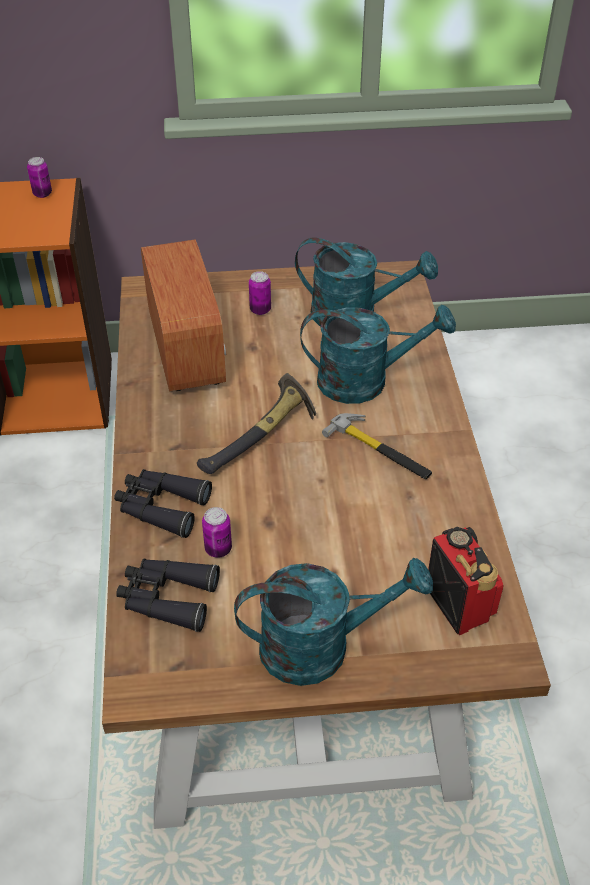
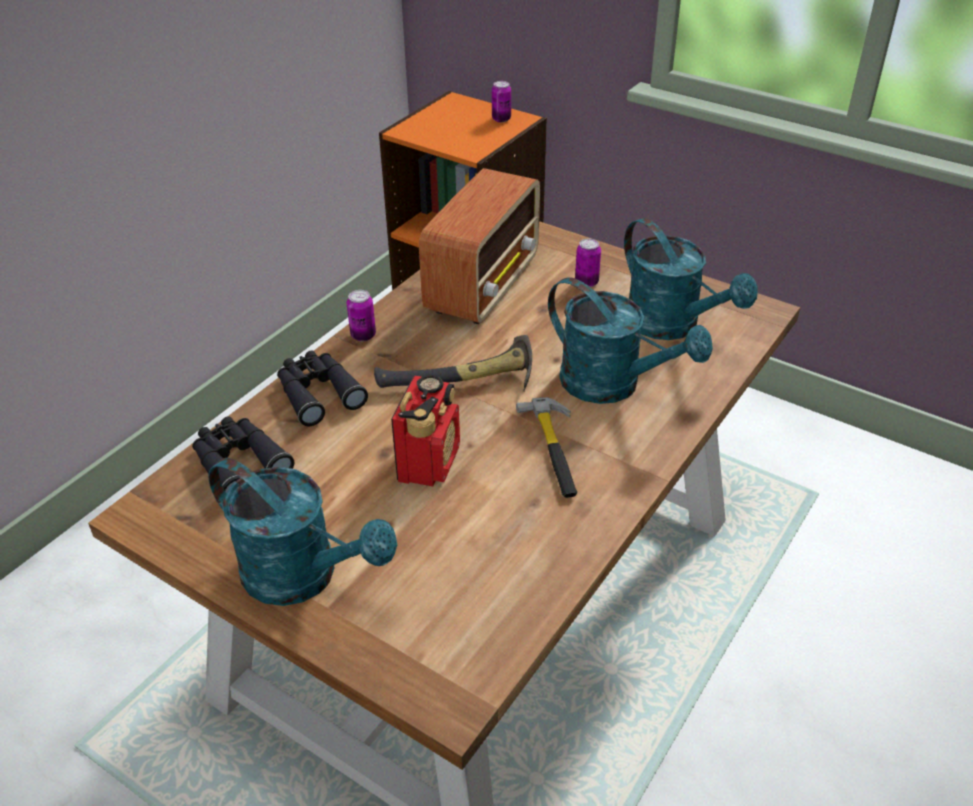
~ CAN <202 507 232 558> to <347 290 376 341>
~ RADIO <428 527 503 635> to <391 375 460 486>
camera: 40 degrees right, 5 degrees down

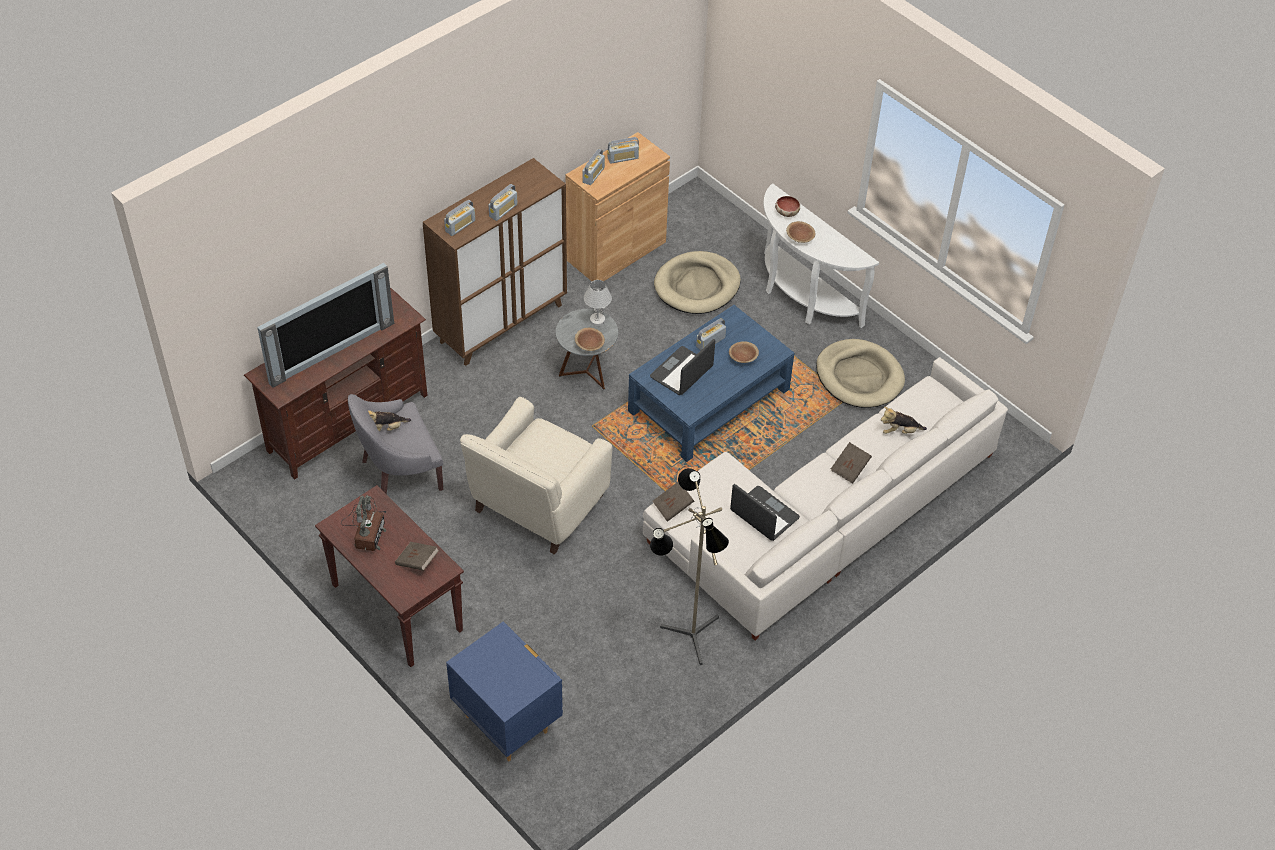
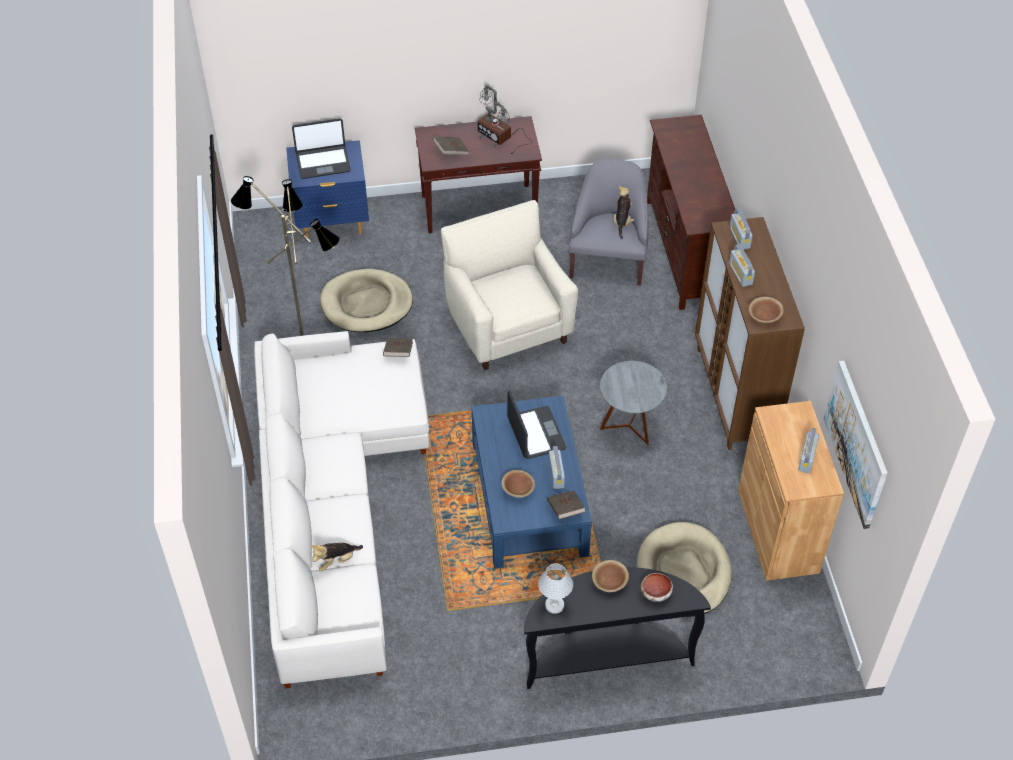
- TELEVISION <257 263 394 388>
~ BROWN BOWL <575 328 605 351> to <749 297 784 323>
- RADIO <582 149 605 185>
~ WHITE TABLE LAMP <584 280 612 326> to <538 563 573 614>
~ LAPTOP <730 484 800 541> to <292 118 351 179>
~ WHITE CONSOLE TABLE <764 183 879 328> to BLACK CONSOLE TABLE <524 567 711 689>
~ BEIGE DOG BED <816 339 905 408> to <320 269 413 332>
~ BROWN BOOK <831 442 872 484> to <547 490 586 519>
~ PLUSH TOY <881 407 927 434> = <311 543 363 572> 150 degrees counterclockwise
+ PICTURE <824 361 888 529>
camera: 125 degrees right, 0 degrees up

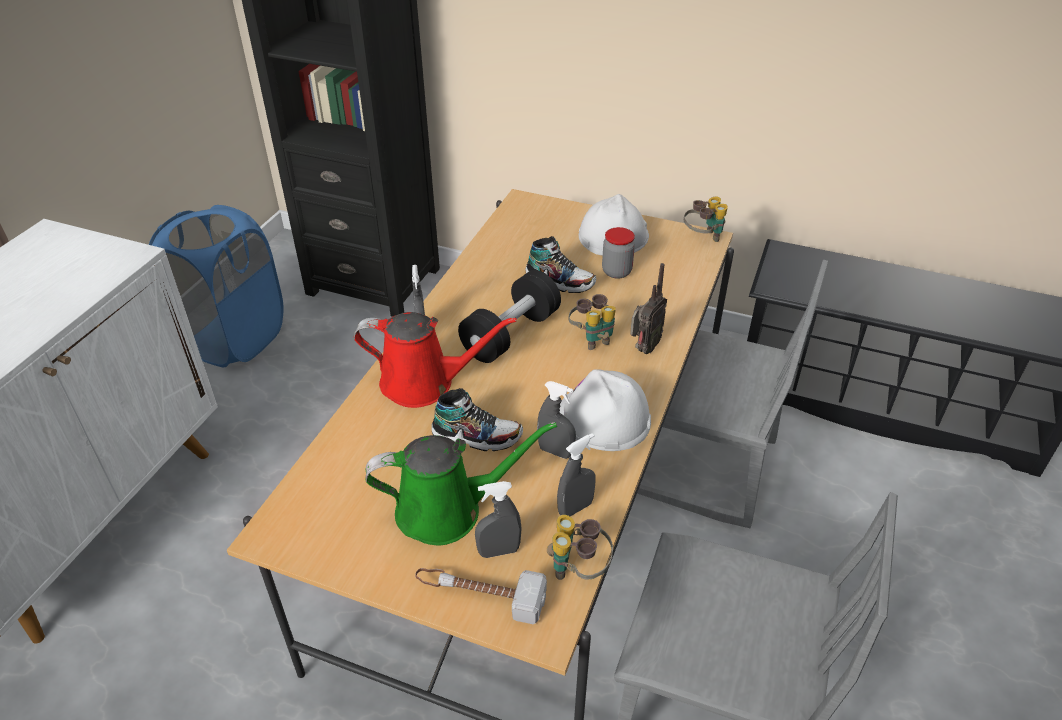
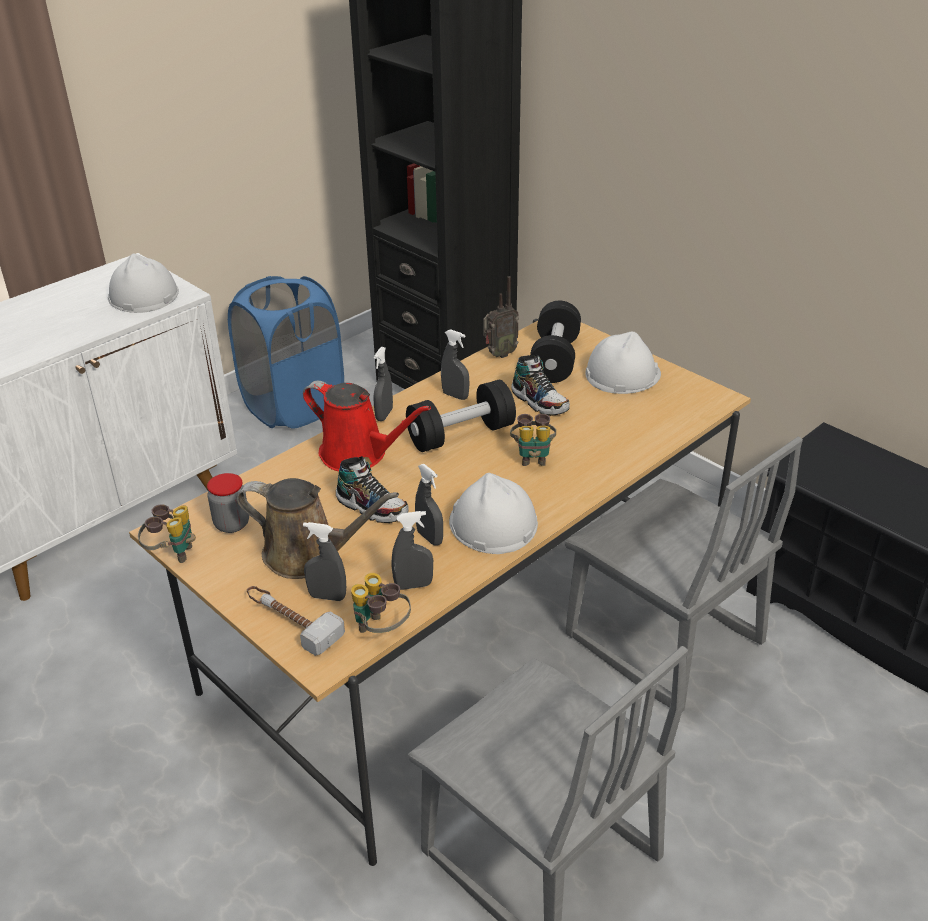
~ GREEN WATERING CAN <365 422 557 545> to BROWN WATERING CAN <237 478 399 579>
~ JAR <602 227 635 279> to <207 473 249 533>
~ RADIO <630 263 667 354> to <483 276 519 358>
~ BINOCULARS <684 197 728 242> to <138 504 196 563>
+ WHITE HARD HAT <108 254 179 313>
+ GREY SPRAY BOTTLE <441 329 469 400>
+ BLACK DUMBBELL <530 301 581 383>
camera: 25 degrees right, 5 degrees down

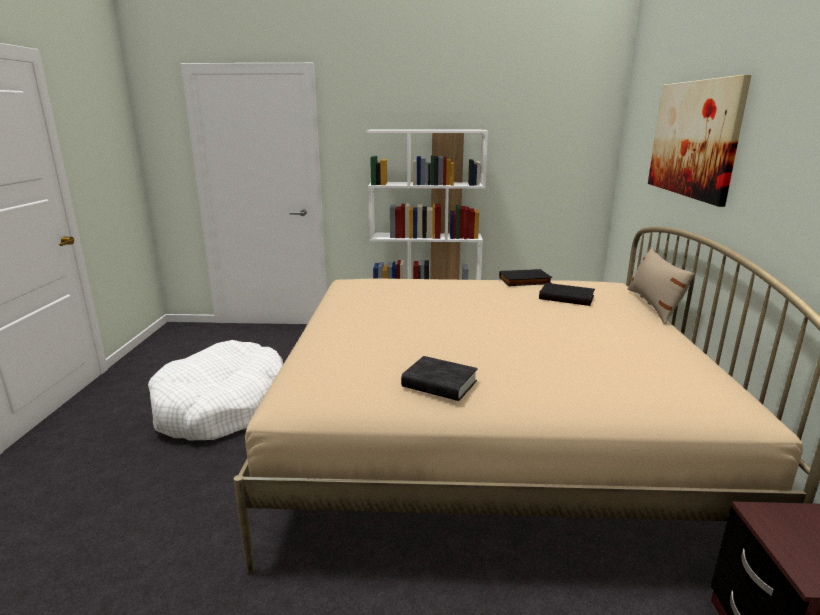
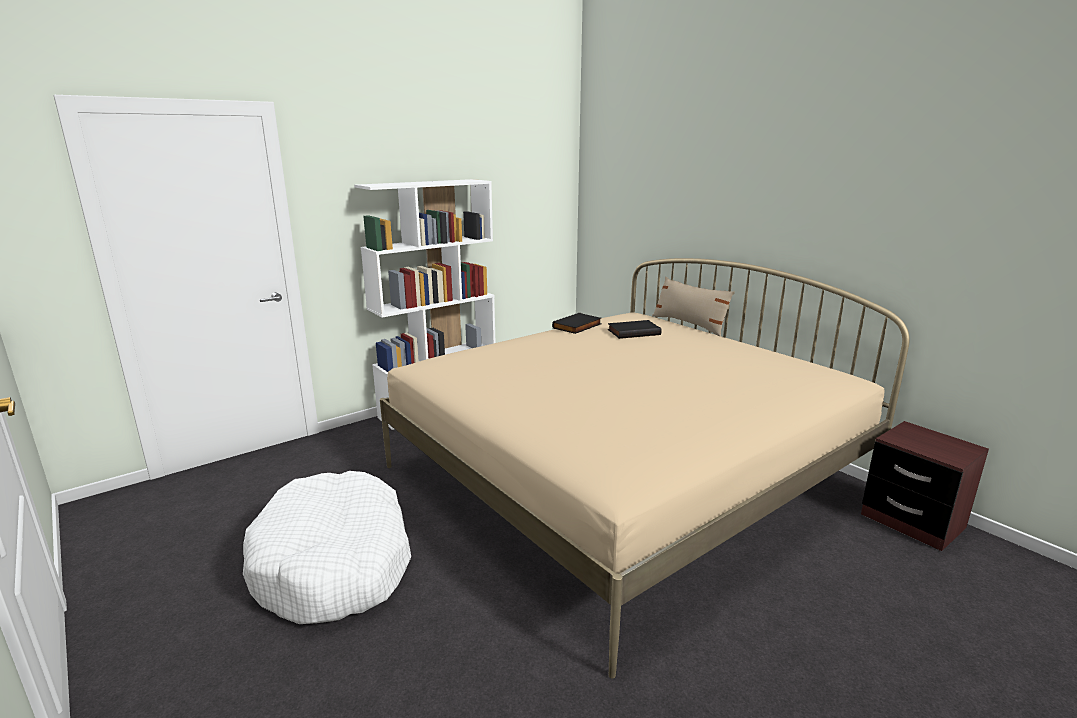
- BLACK BOOK <401 356 478 401>
- PICTURE <648 75 752 207>
camera: 40 degrees left, 0 degrees up

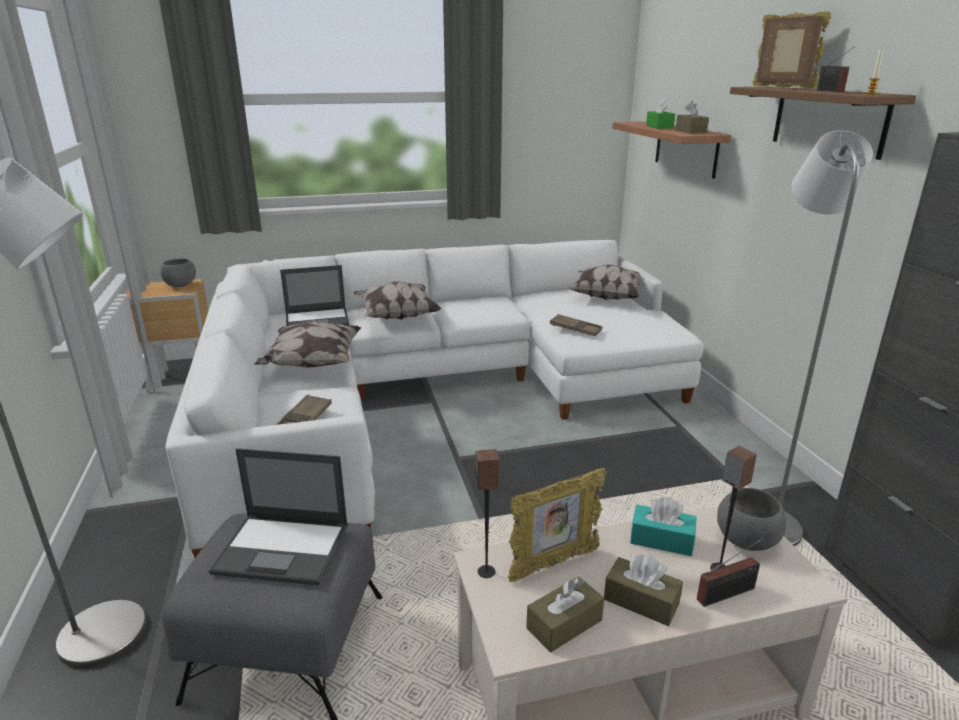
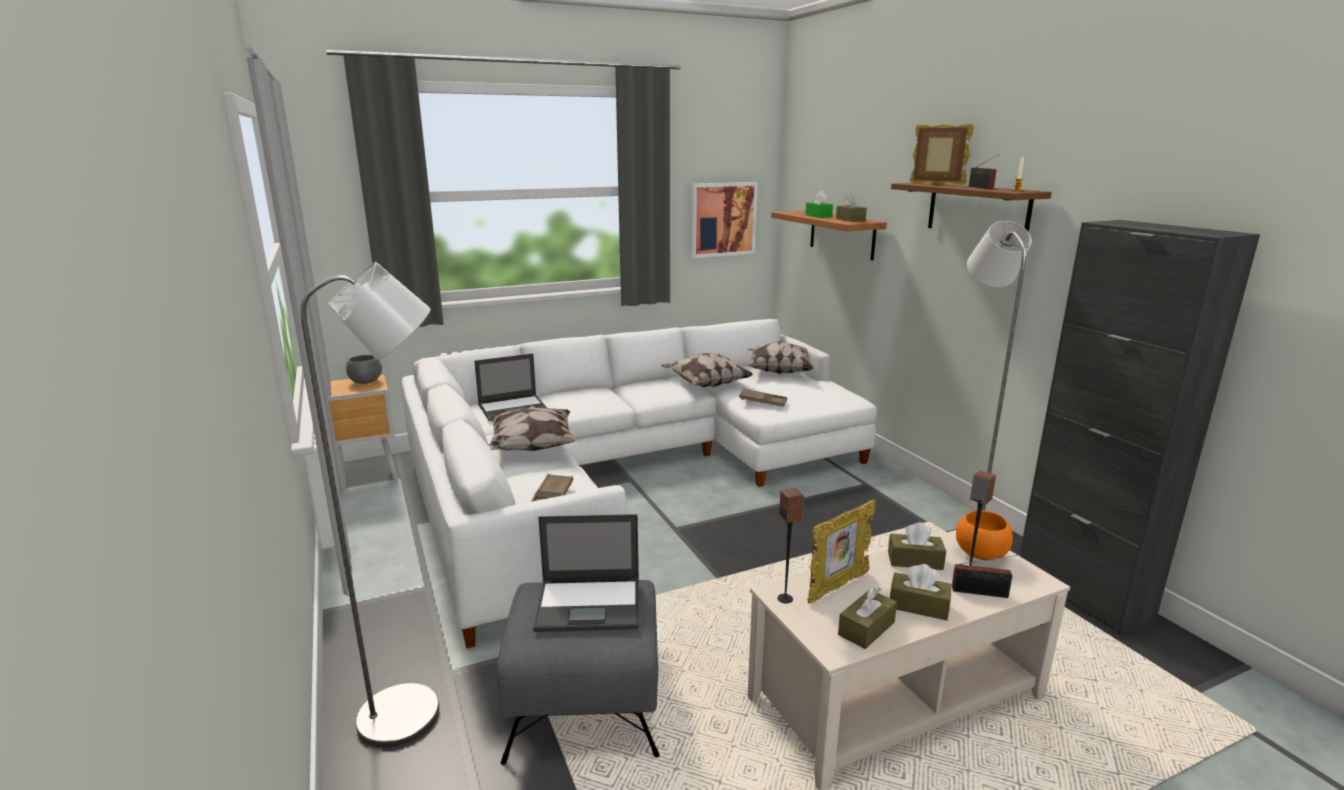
~ PILLOW <353 282 442 320> to <661 353 754 387>
~ TURQUOISE TISSUE BOX <630 497 697 556> to BROWN TISSUE BOX <888 522 946 570>
~ RADIO <697 537 766 607> = <952 554 1021 598> 45 degrees clockwise
~ GREY BOWL <717 488 786 551> to ORANGE BOWL <956 510 1013 560>
+ PICTURE <691 182 758 258>
camera: 10 degrees left, 5 degrees down

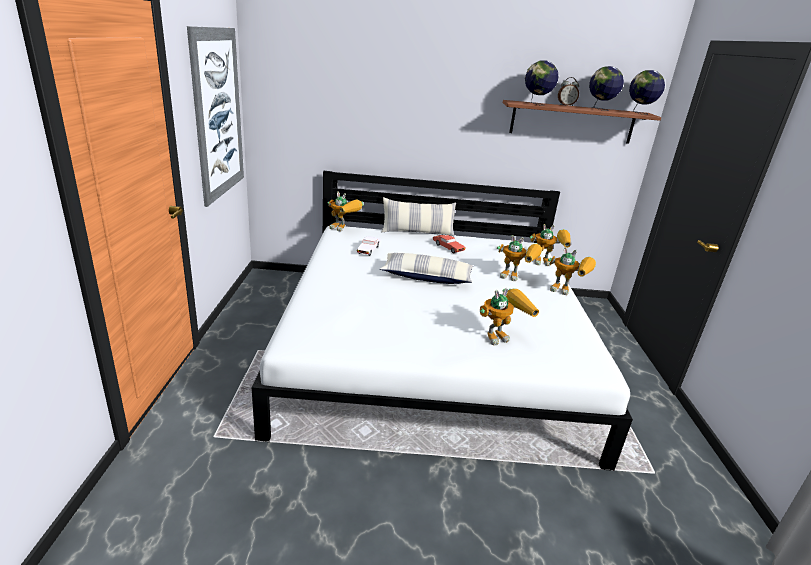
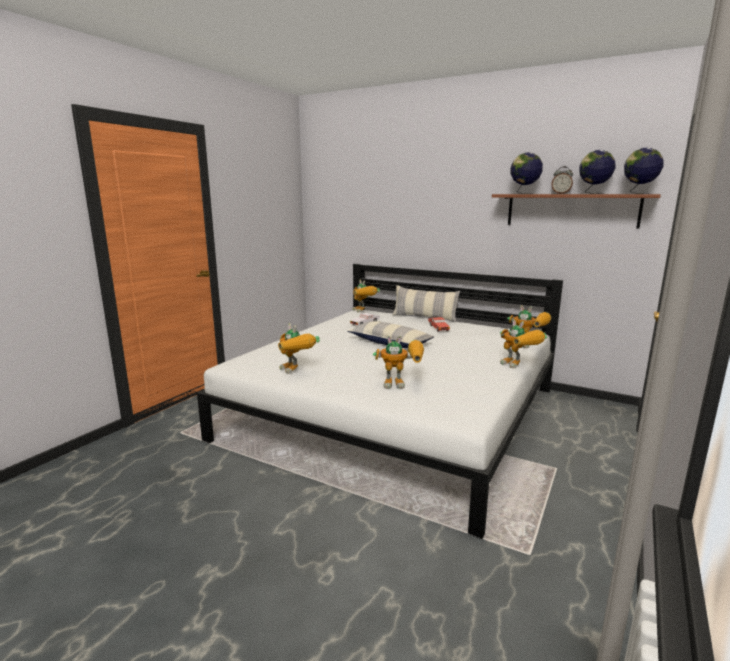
- PICTURE <187 26 244 207>
~ TOY ROBOT <497 235 542 281> to <278 323 320 374>
camera: 30 degrees right, 10 degrees down

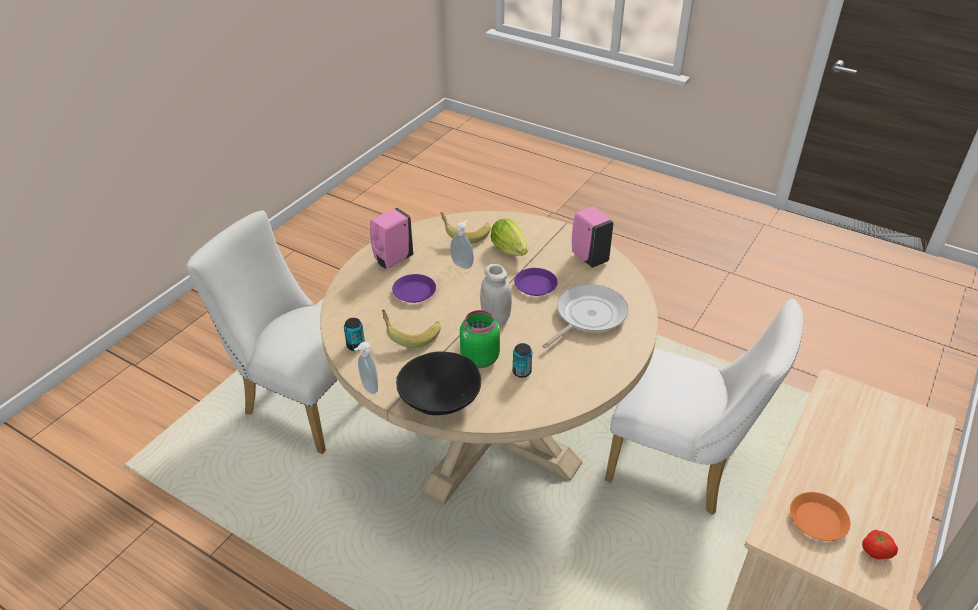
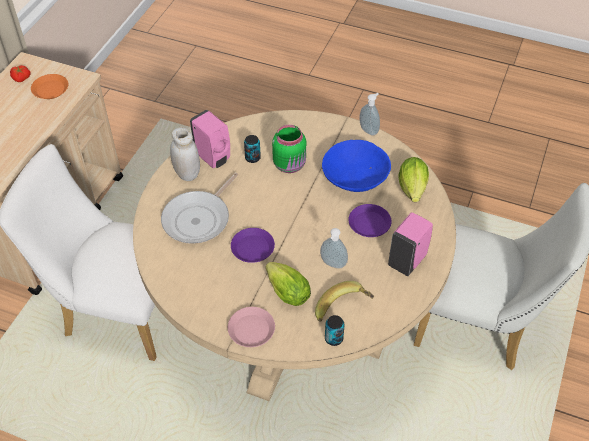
~ CAN <344 318 365 351> to <325 315 345 346>
~ BANANA <382 310 441 348> to BLUE BOWL <322 140 391 192>
- BLACK BOWL <396 351 481 415>
~ WHITE JAR <480 264 512 326> to <170 127 200 181>
~ PINK SOAP DISPENSER <572 206 614 268> to <190 110 230 168>
+ PINK PLATE <228 307 275 347>
+ LETTUCE <398 157 429 202>
camera: 170 degrees right, 10 degrees up

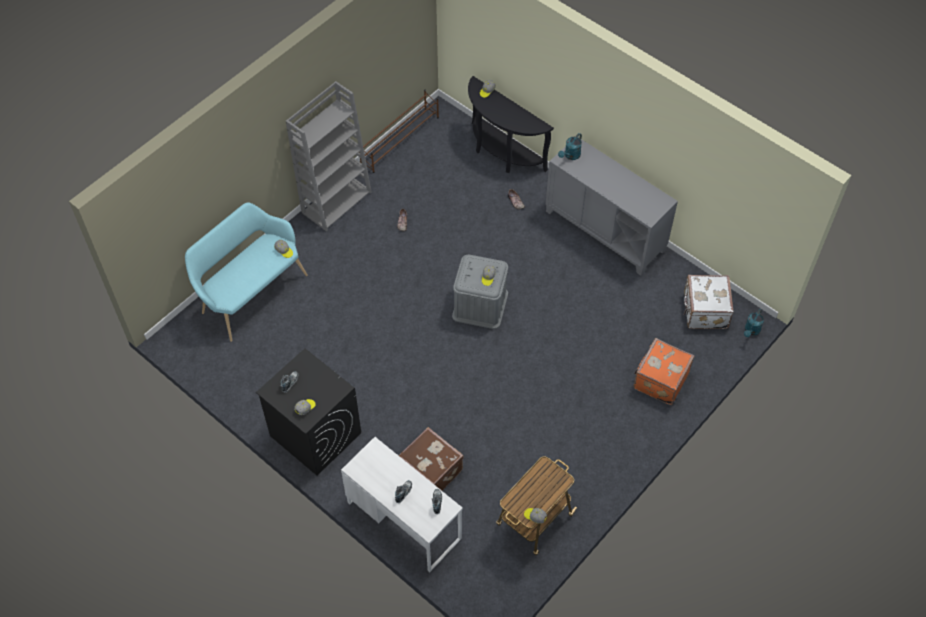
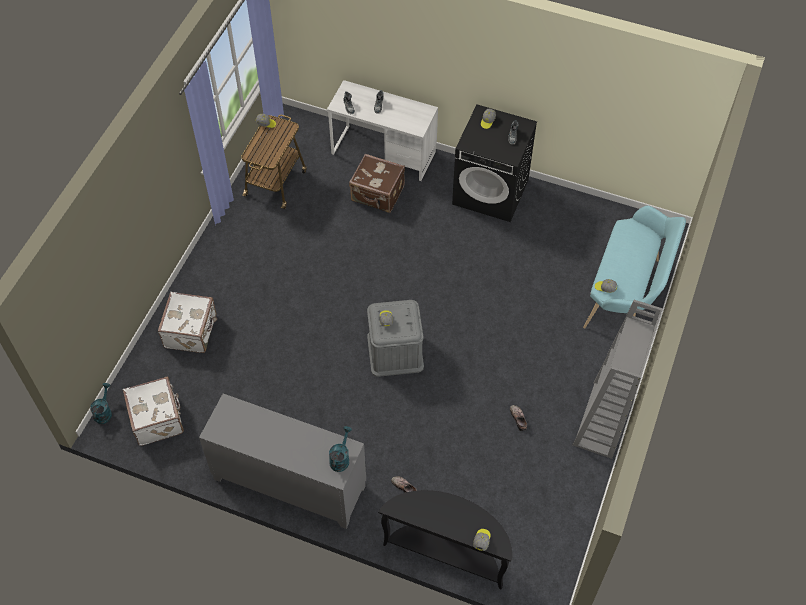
- BROWN SHOE RACK <359 90 439 173>
~ ORANGE SUITCASE <633 338 694 405> to WHITE SUITCASE <158 292 217 353>
camera: 160 degrees right, 0 degrees up

